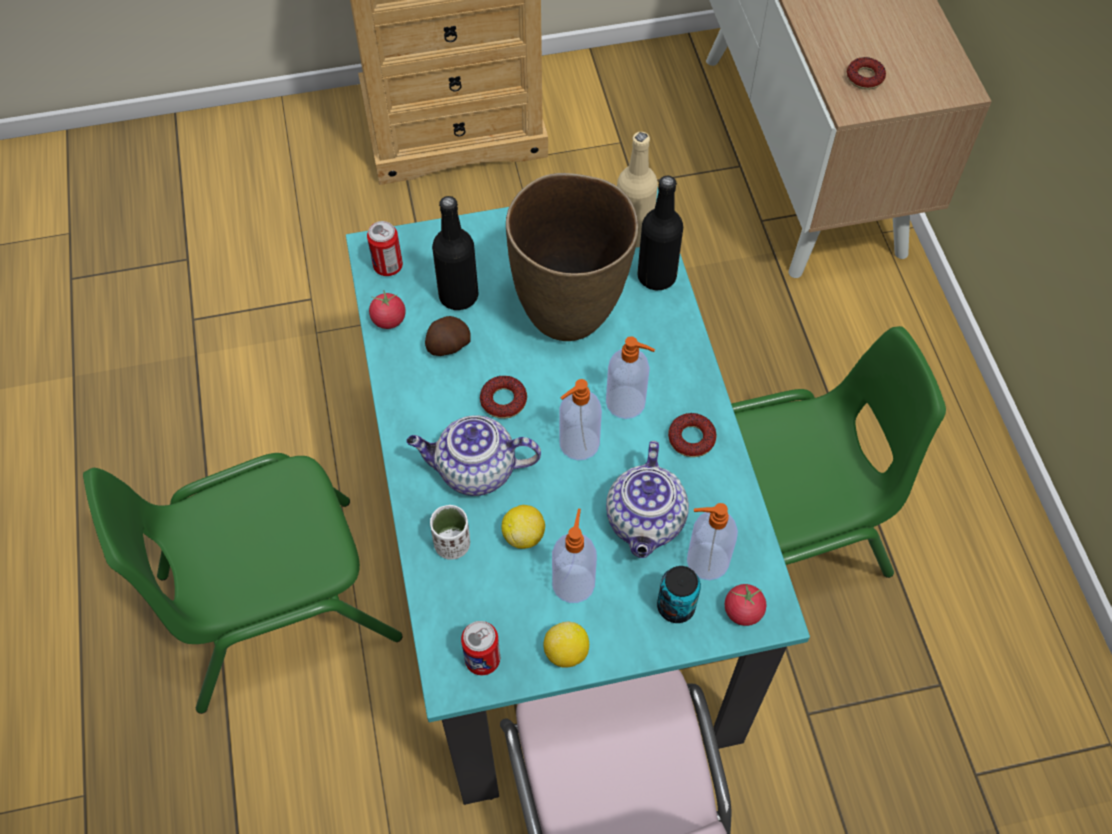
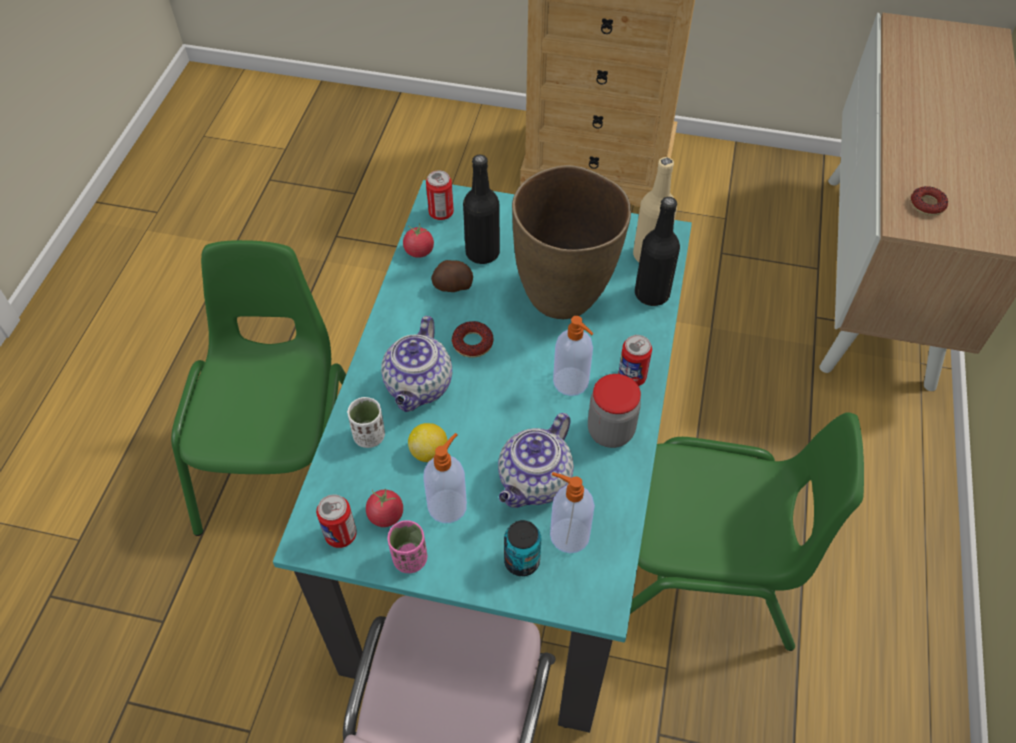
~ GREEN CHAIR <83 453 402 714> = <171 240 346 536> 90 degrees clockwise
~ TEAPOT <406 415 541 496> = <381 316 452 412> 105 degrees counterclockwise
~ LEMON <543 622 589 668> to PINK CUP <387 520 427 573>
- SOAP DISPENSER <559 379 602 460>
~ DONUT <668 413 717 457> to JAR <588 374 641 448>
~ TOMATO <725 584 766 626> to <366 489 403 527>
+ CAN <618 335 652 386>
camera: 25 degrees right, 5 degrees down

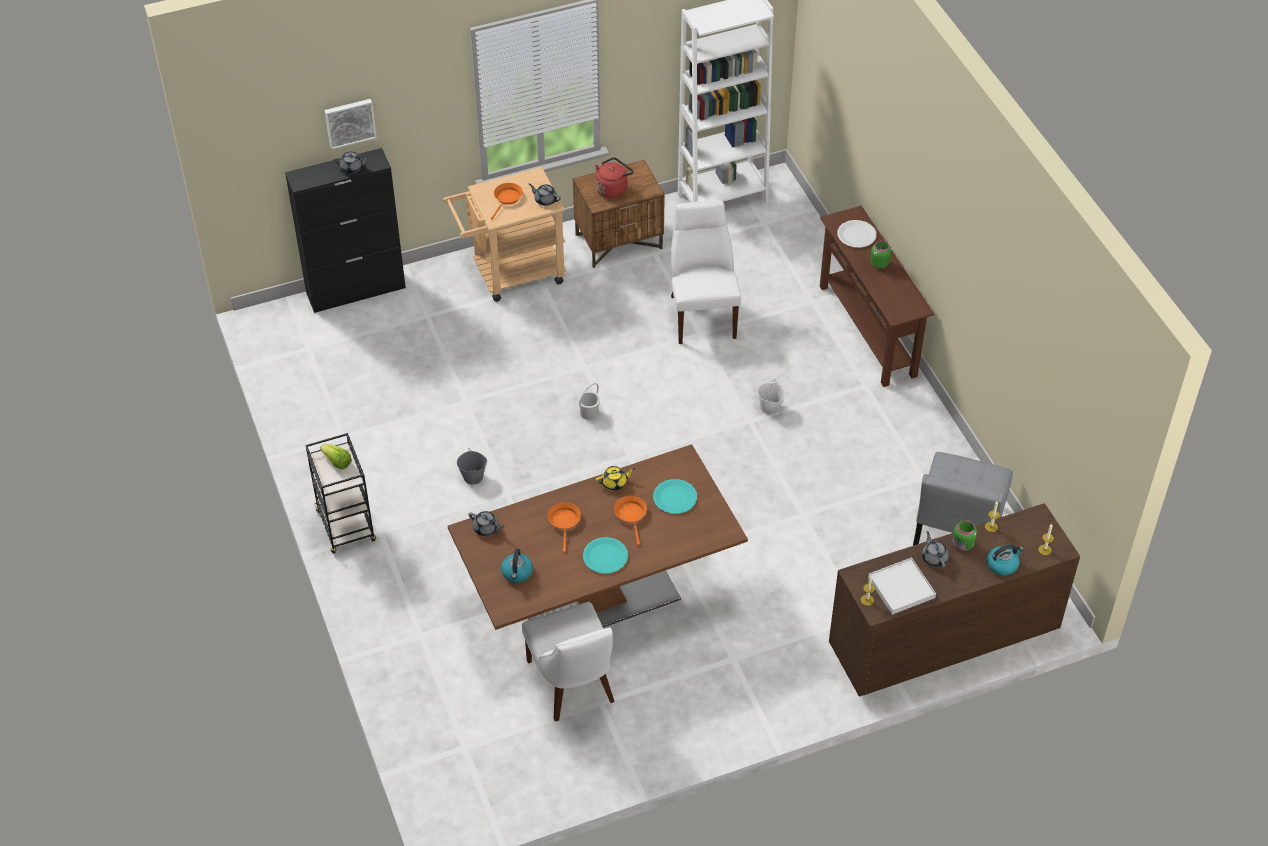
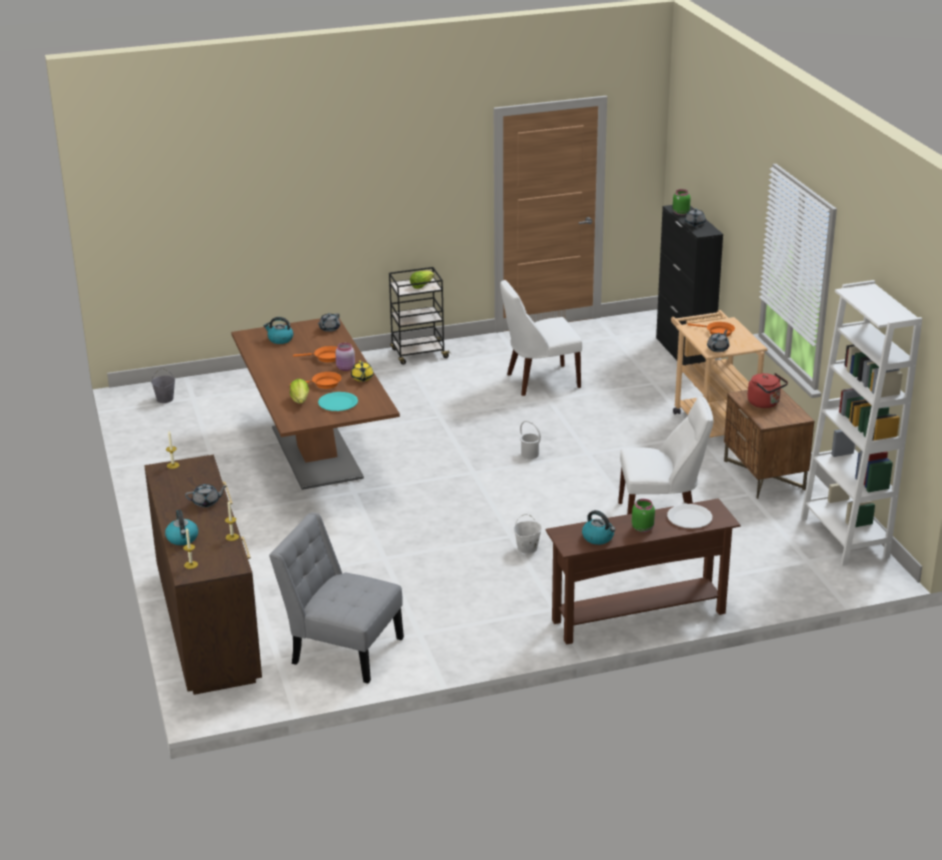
- PICTURE <325 99 377 150>
~ GREY BUCKET <457 448 487 484> to <151 368 175 403>
~ WHITE CHAIR <522 602 615 722> to <500 280 582 396>
- TURQUOISE PLATE <583 537 628 574>
- WHITE TRAY <868 557 936 615>
~ GREEN JAR <952 520 977 551> to <673 189 691 215>
+ LETTUCE <290 379 309 403>
+ PINK JAR <335 343 355 371>
+ KETTLE <582 510 615 545>
camera: 95 degrees right, 20 degrees down

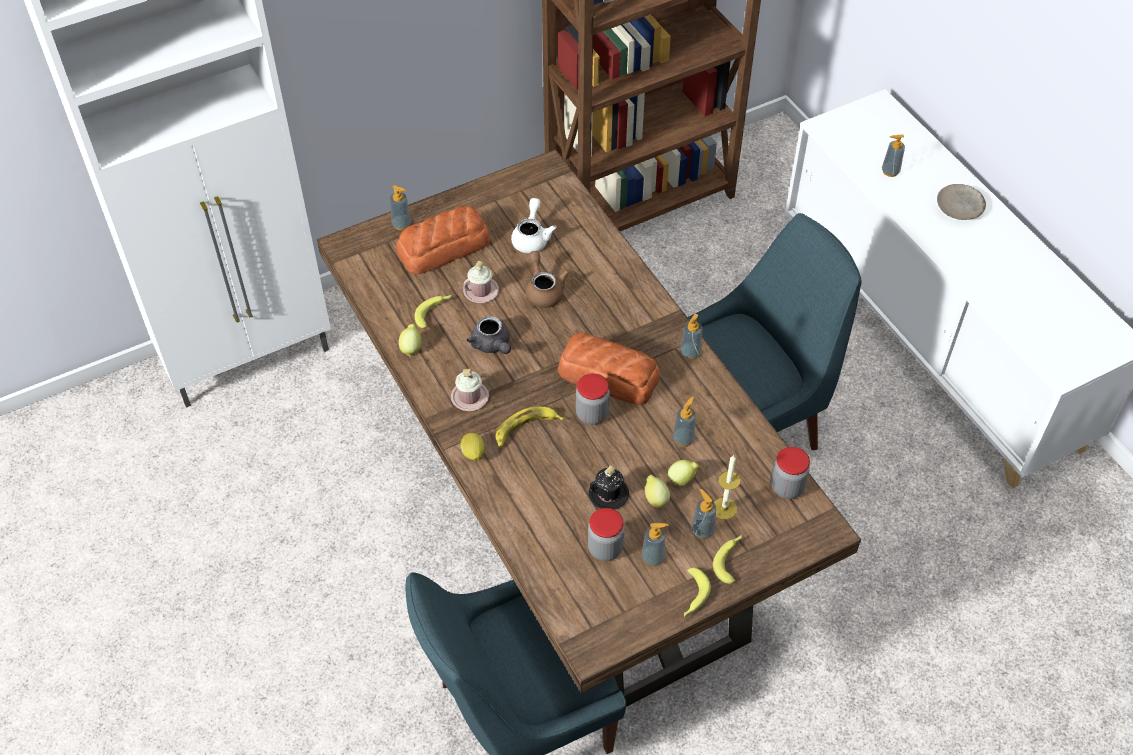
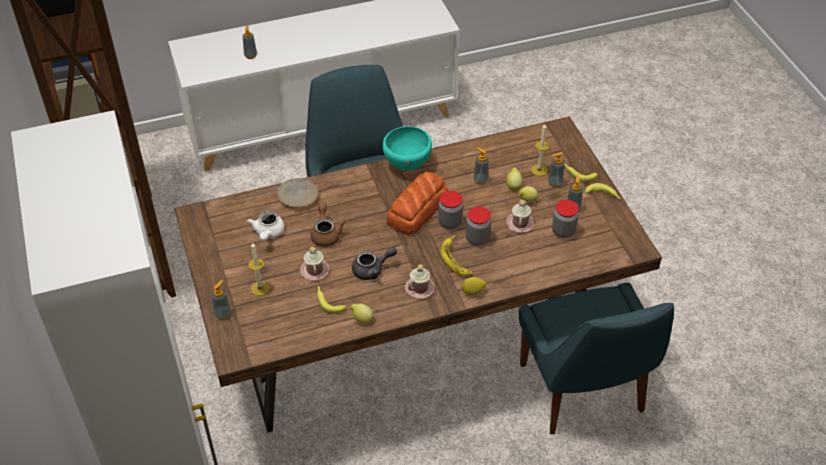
~ BREAD <396 205 490 274> to CANDLE <248 243 269 296>
~ WHITE TEAPOT <511 198 556 253> = <247 211 285 241> 105 degrees counterclockwise
~ BROWN TEAPOT <526 251 569 308> = <310 202 346 247> 90 degrees clockwise
~ BLACK MUG <589 466 629 510> to PINK MUG <506 199 535 233>
~ SOAP DISPENSER <680 314 702 360> to TURQUOISE BOWL <383 126 432 170>
~ JAR <771 447 810 499> to <466 207 491 245>
~ BEIGE PLATE <937 184 986 220> to <277 178 318 207>
camera: 80 degrees left, 5 degrees down

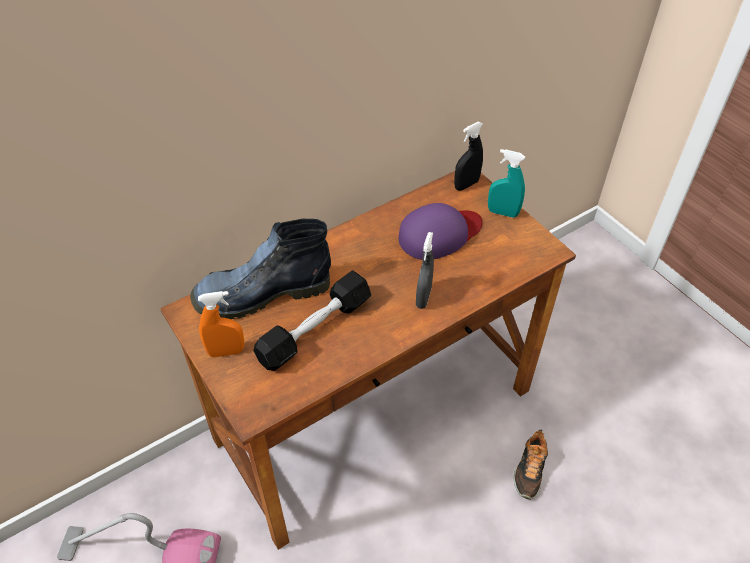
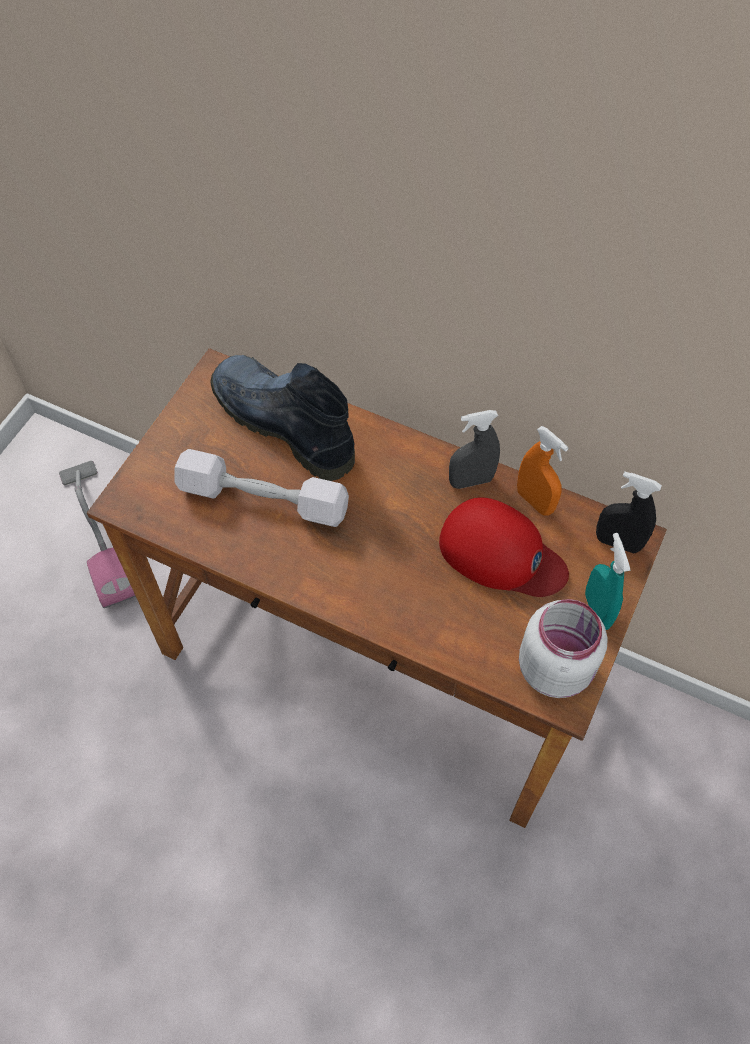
~ ORANGE SPRAY BOTTLE <198 291 244 357> to <517 426 568 516>
~ BLACK DUMBBELL <253 270 371 371> to WHITE DUMBBELL <174 449 349 527>
~ PURPLE CAP <398 203 482 260> to RED CAP <439 497 569 597>
~ GREY SPRAY BOTTLE <416 232 434 309> to <449 410 500 489>
- SHOE <514 430 548 500>
+ WHITE JAR <519 599 608 698>
camera: 60 degrees right, 10 degrees up

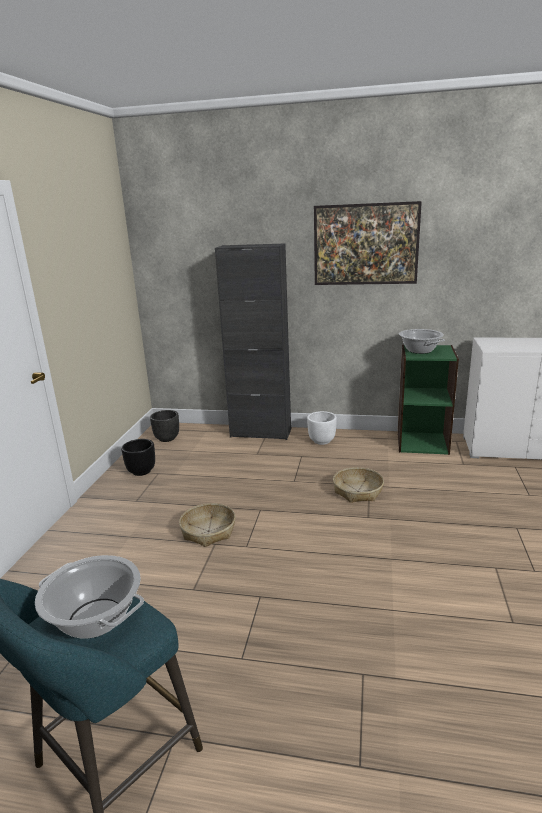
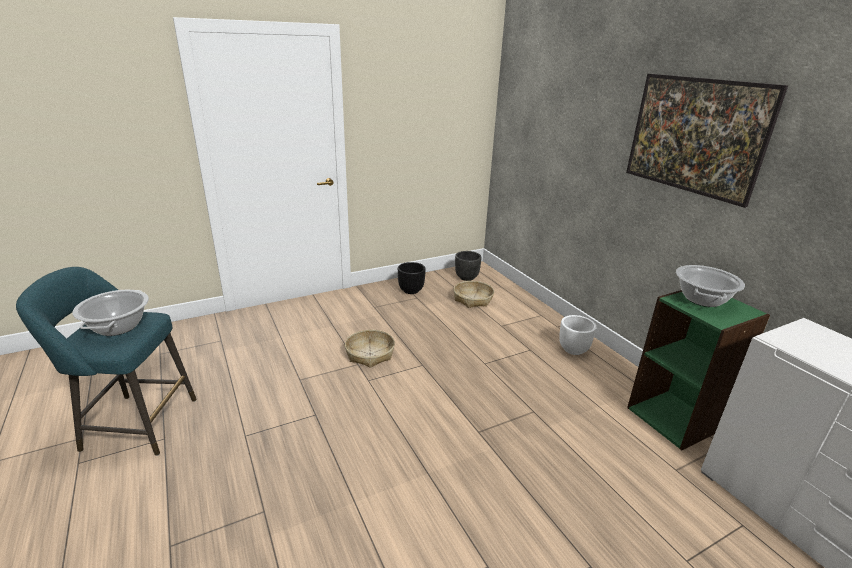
- BLACK CABINET <215 243 291 440>
~ BASKET <333 467 384 503> to <454 281 494 308>
camera: 50 degrees right, 5 degrees up

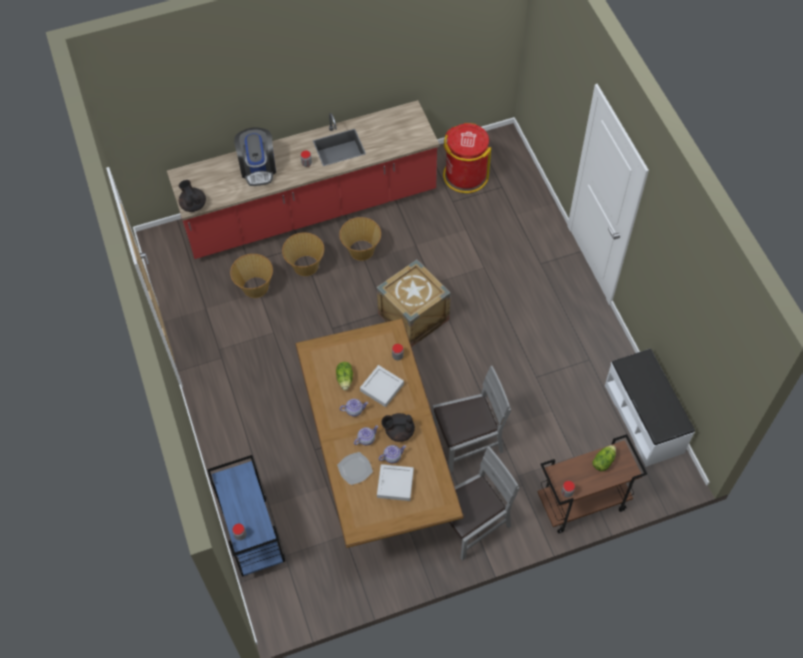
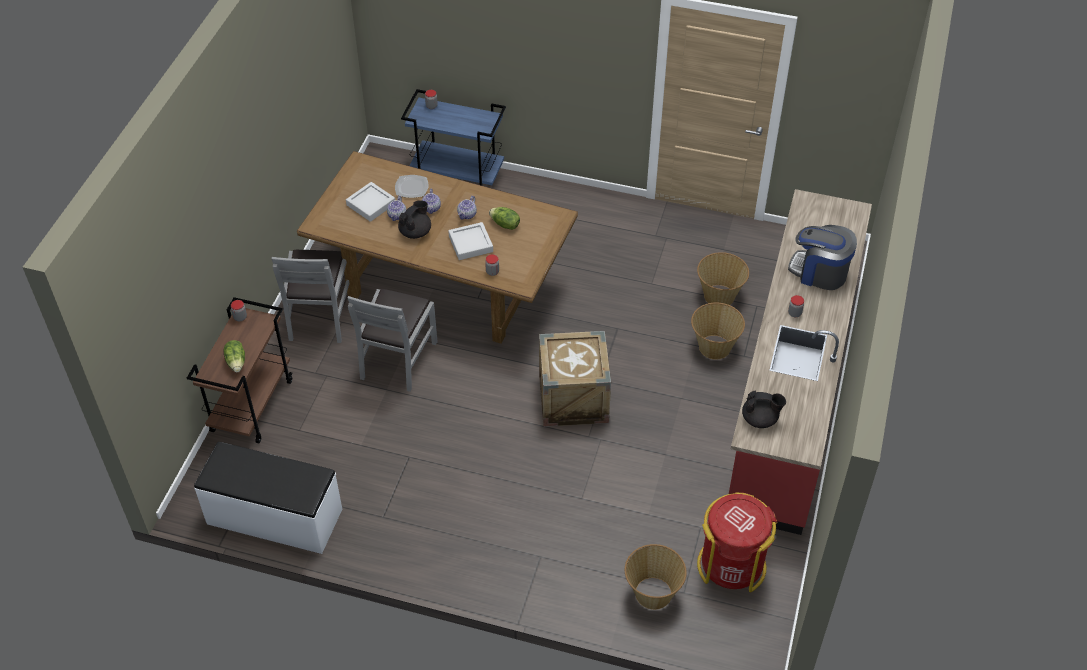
~ BLACK TEAPOT <179 180 206 212> to <742 391 786 428>
~ BASKET <339 217 381 261> to <625 544 687 610>
camera: 125 degrees right, 10 degrees down

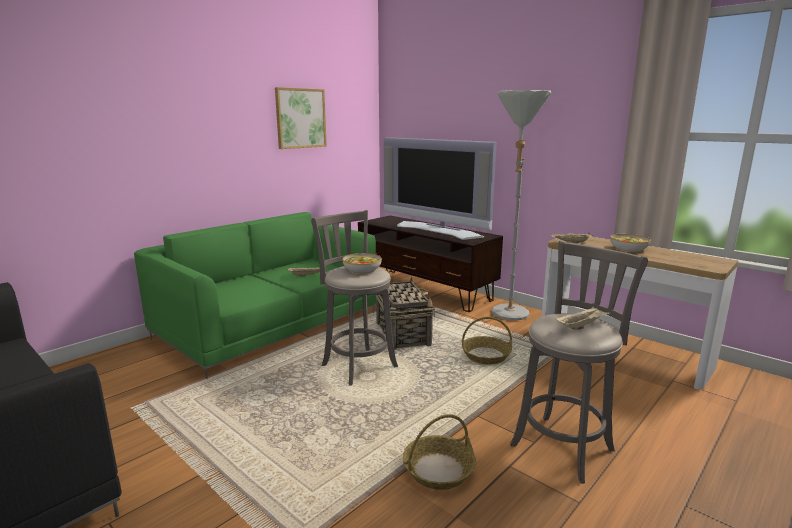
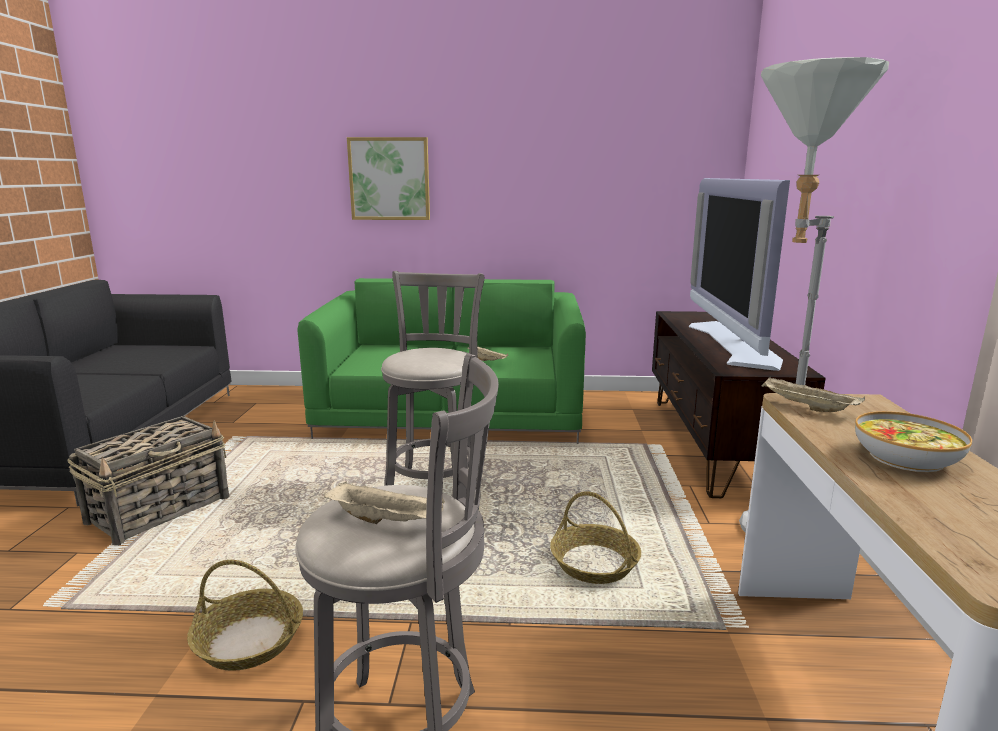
~ PICTURE <275 87 327 149> to <347 137 430 220>
- BOWL <343 253 382 274>
~ BASKET <376 276 435 350> to <67 416 229 546>
camera: 50 degrees right, 0 degrees up

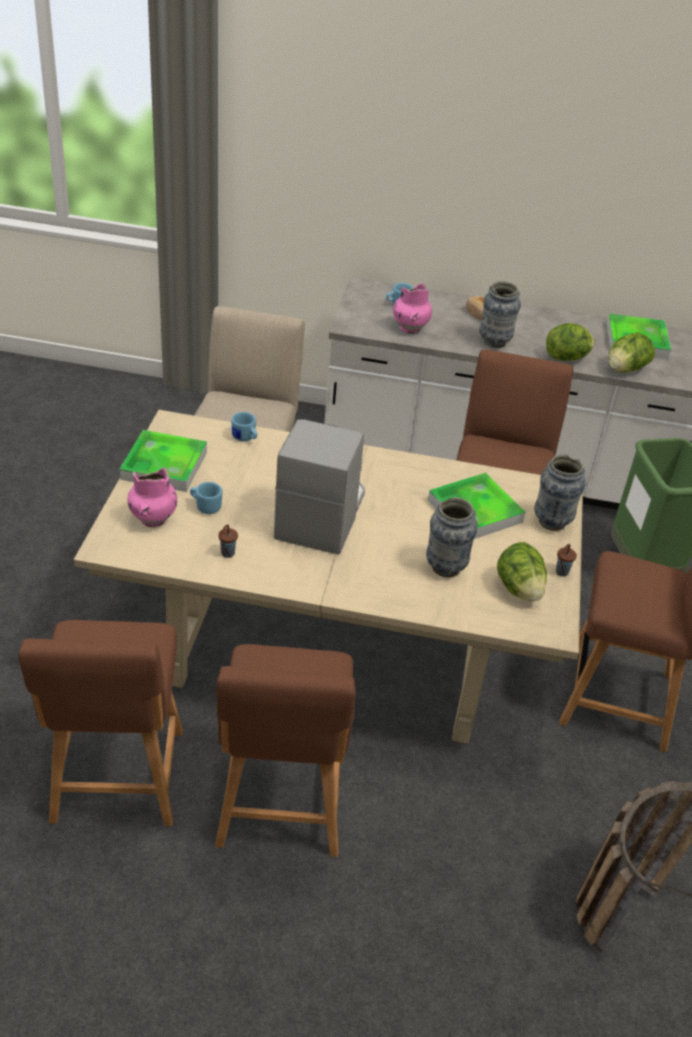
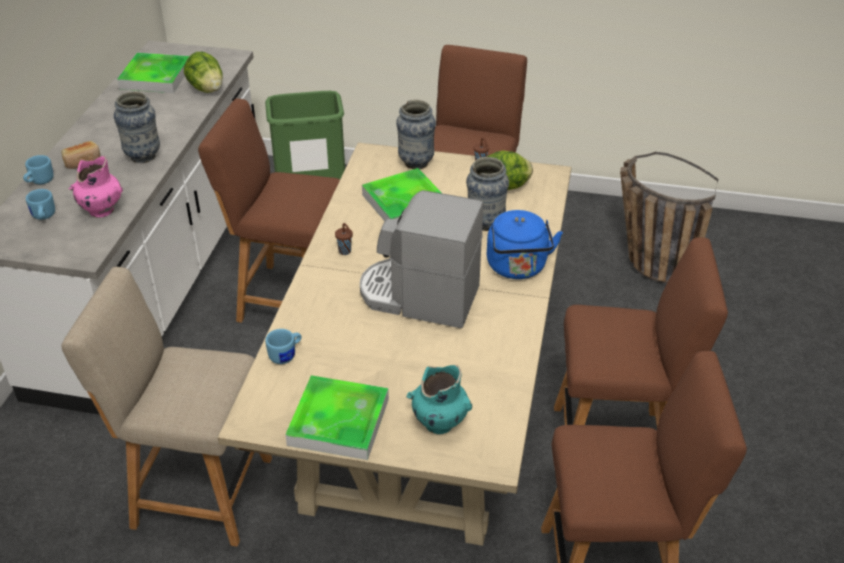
~ PINK VASE <127 468 177 527> to TURQUOISE VASE <406 365 472 434>
~ BLUE MUG <190 482 222 514> to <23 155 54 185>
~ BROWN CUP <218 524 238 558> to <335 223 353 255>
- LETTUCE <546 323 595 361>
+ BLUE KETTLE <487 210 563 279>
camera: 85 degrees left, 0 degrees up

